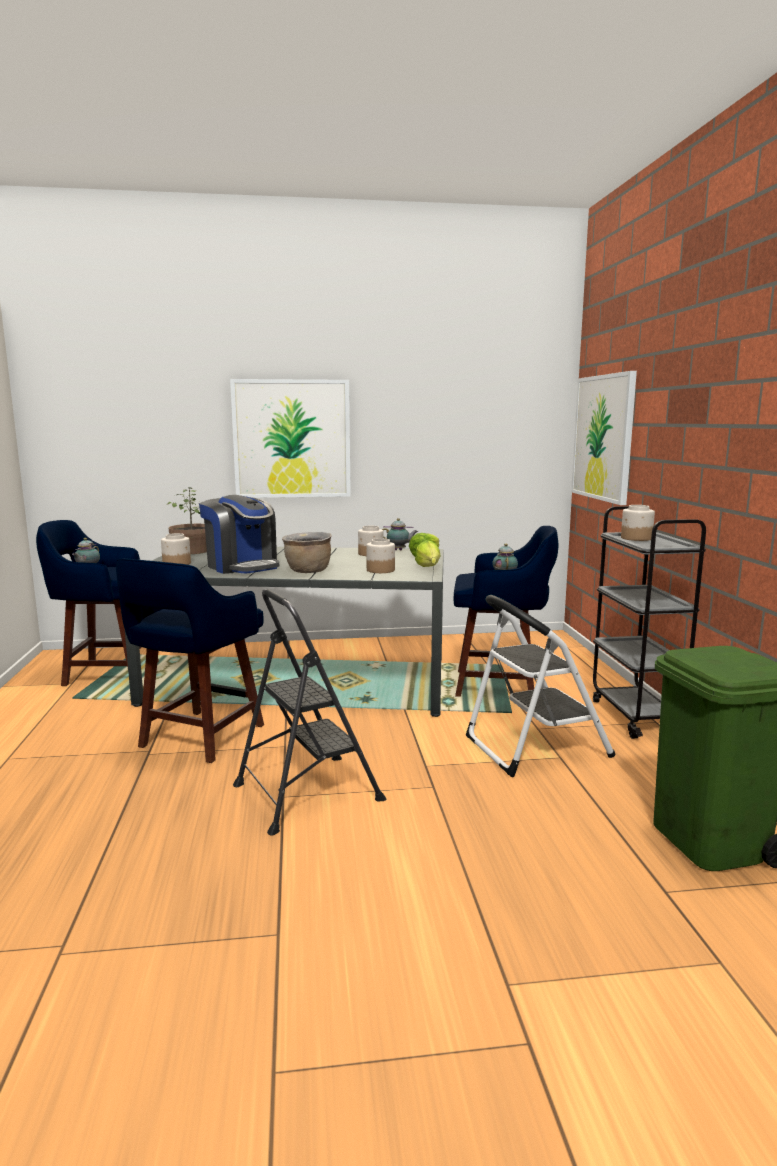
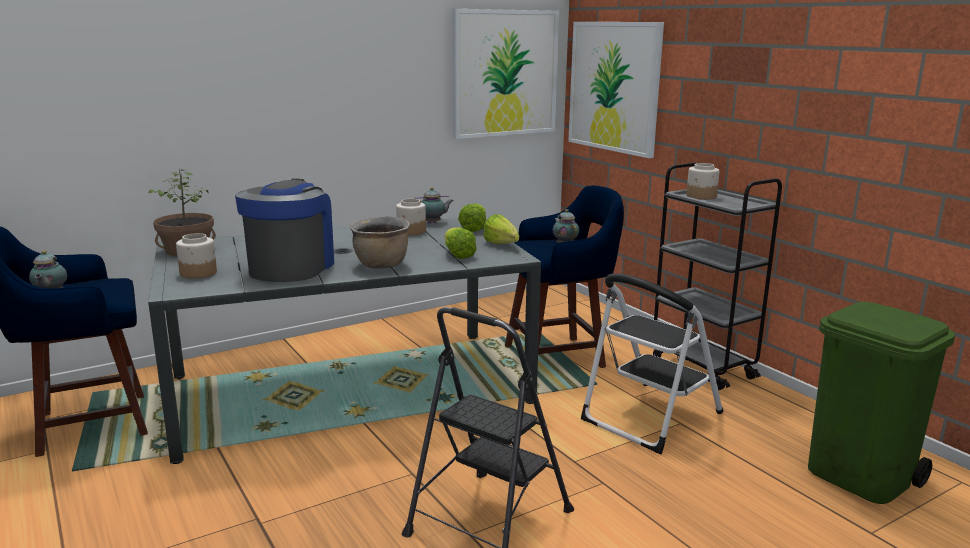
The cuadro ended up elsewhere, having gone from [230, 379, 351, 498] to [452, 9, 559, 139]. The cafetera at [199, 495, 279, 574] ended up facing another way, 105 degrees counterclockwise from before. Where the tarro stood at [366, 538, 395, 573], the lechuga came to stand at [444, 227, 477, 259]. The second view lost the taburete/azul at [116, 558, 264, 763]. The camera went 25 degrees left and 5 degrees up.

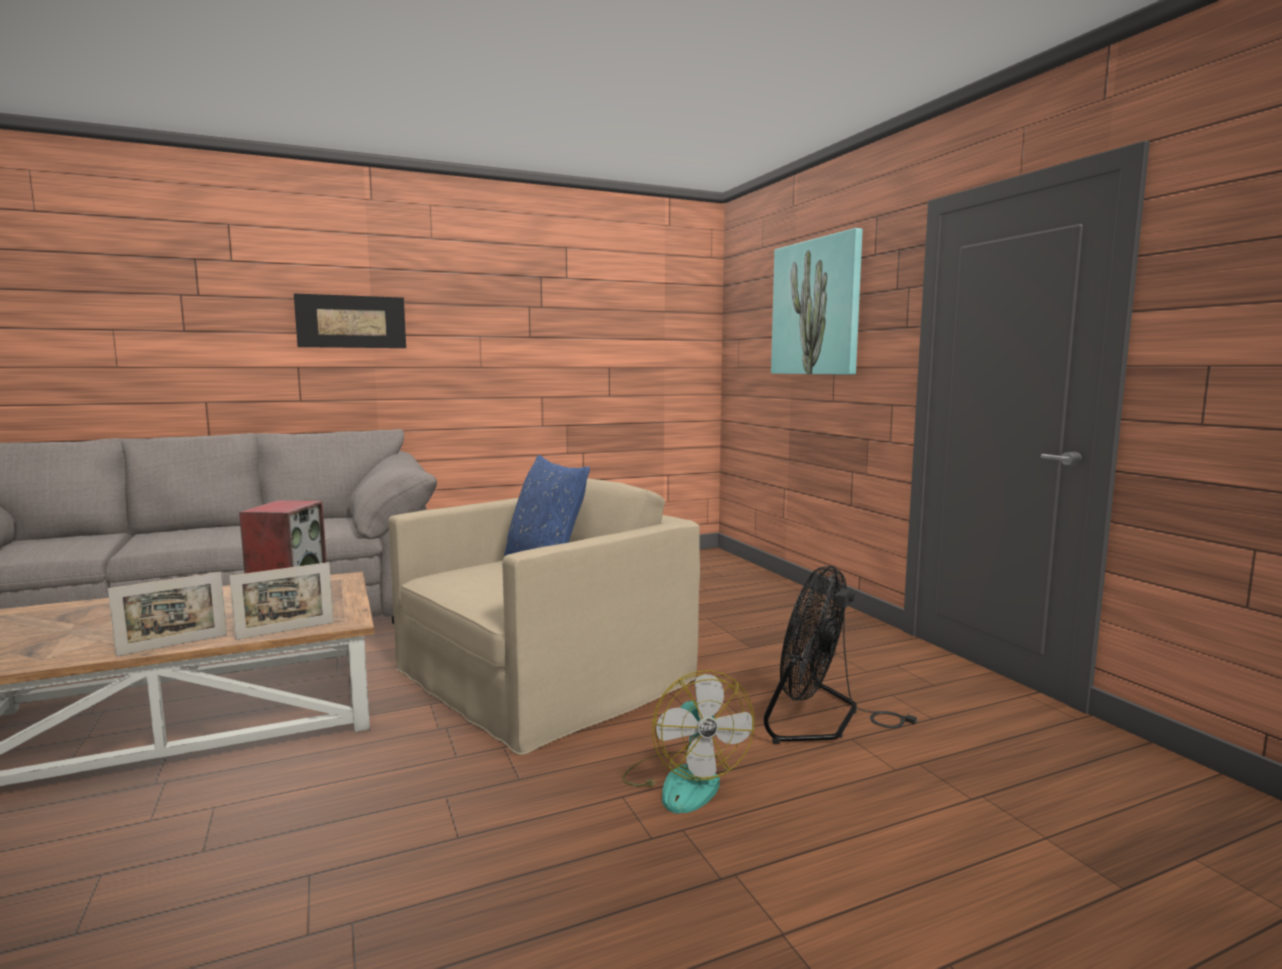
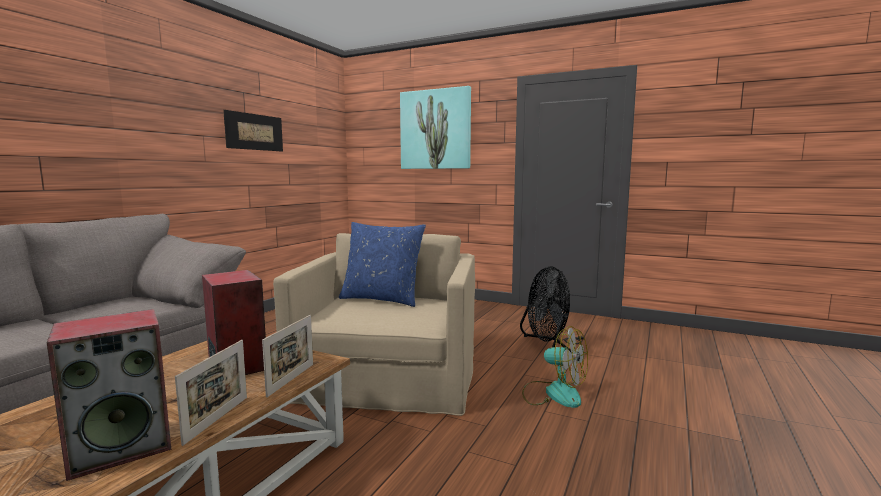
The cuadro ended up elsewhere, having gone from [294, 294, 406, 348] to [223, 110, 283, 151]. The second view gained the altavoz at [47, 309, 171, 481]. The camera went 40 degrees left and 0 degrees up.

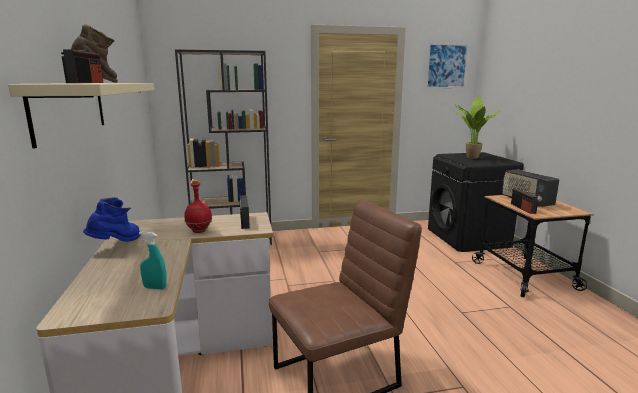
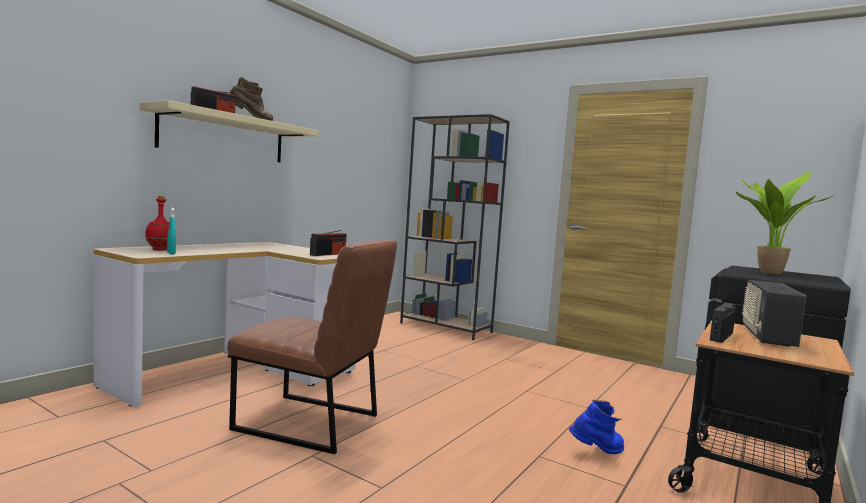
The second view lost the cuadro at [426, 43, 469, 88]. The botella/rojo ended up elsewhere, having gone from [184, 180, 212, 233] to [145, 196, 170, 251]. The bota/azul ended up elsewhere, having gone from [83, 197, 140, 242] to [569, 400, 624, 454]. The camera went 45 degrees right and 10 degrees down.

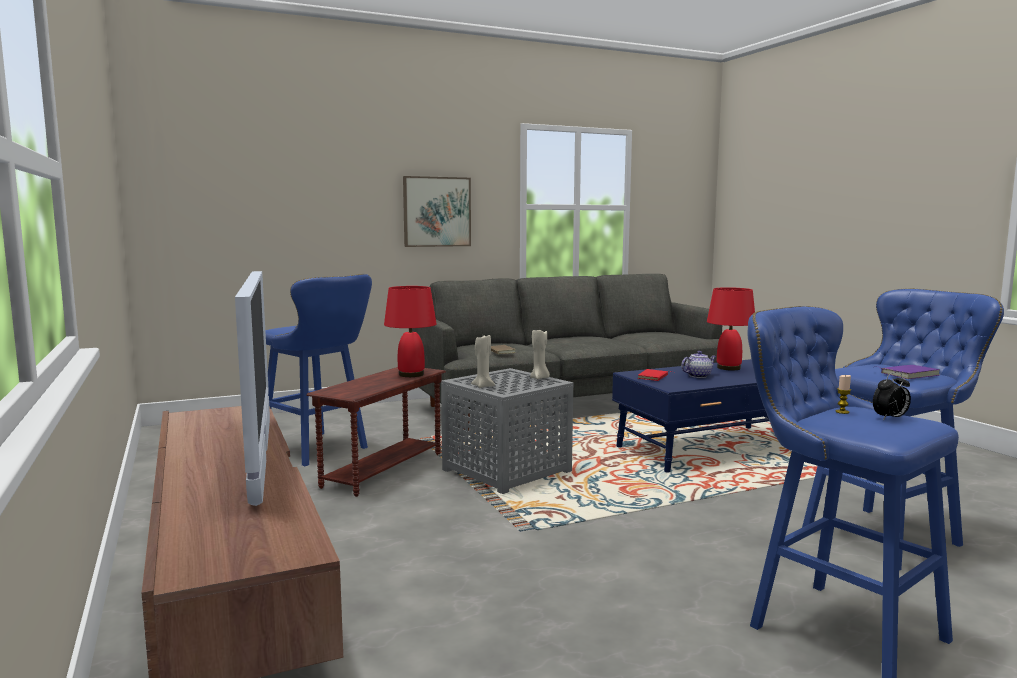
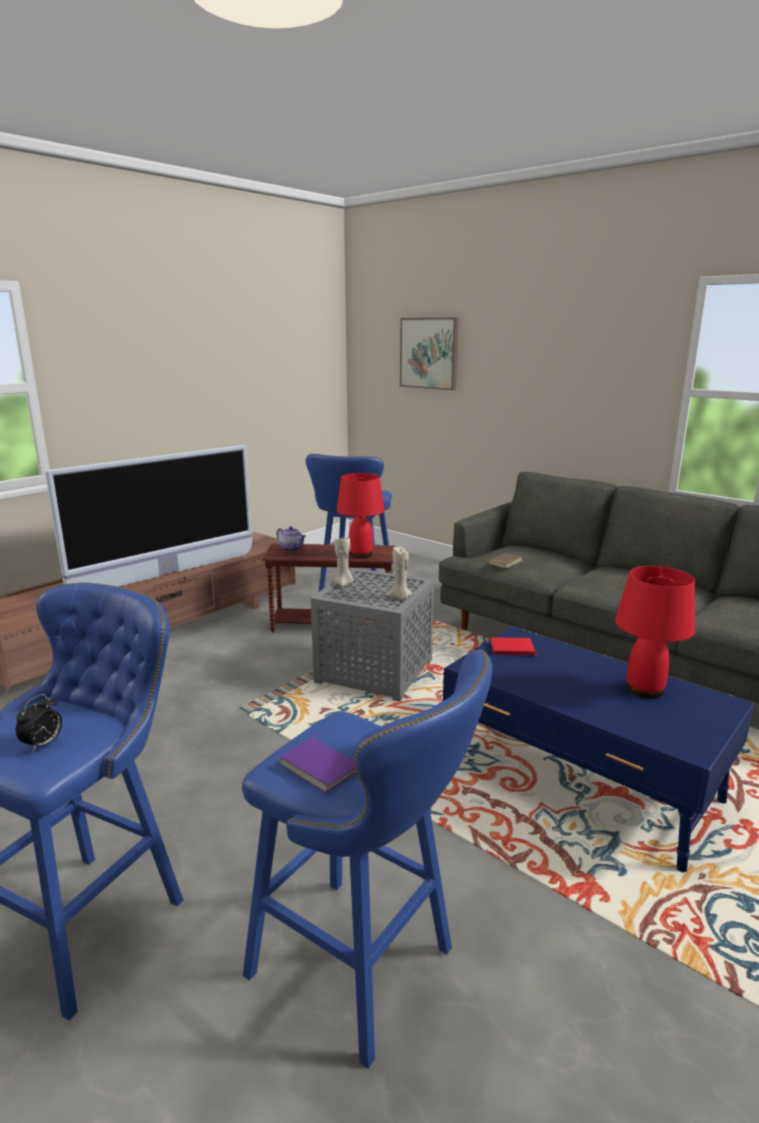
The cuadro ended up elsewhere, having gone from [403, 176, 471, 247] to [400, 318, 458, 390]. The tetera ended up elsewhere, having gone from [681, 351, 716, 378] to [276, 526, 306, 552]. The despertador at [873, 372, 911, 420] ended up facing another way, 105 degrees counterclockwise from before. The second view lost the vela at [836, 375, 851, 414]. The camera went 65 degrees right and 10 degrees up.

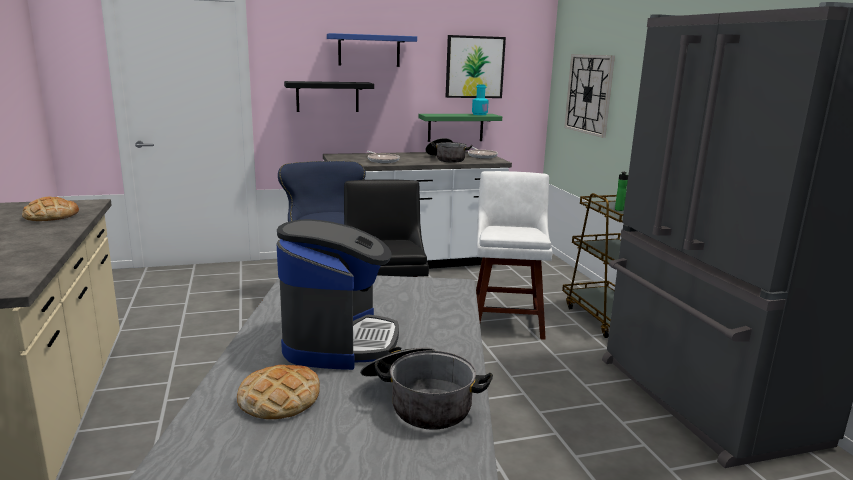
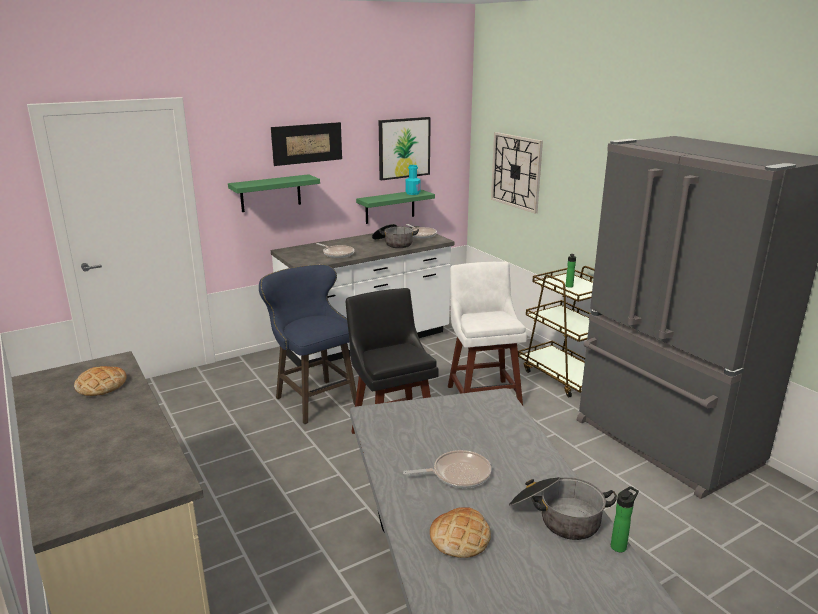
Where the estante/azul hung at [327, 33, 417, 67], the cuadro came to hang at [271, 122, 342, 166]. What was the estante/negro at [284, 81, 374, 112] turned into the estante/verde at [228, 174, 320, 212]. Where the cafetera stood at [277, 219, 399, 370], the sartén came to stand at [403, 450, 491, 488]. The second view gained the botella at [611, 486, 639, 553]. The camera went 15 degrees left and 5 degrees up.

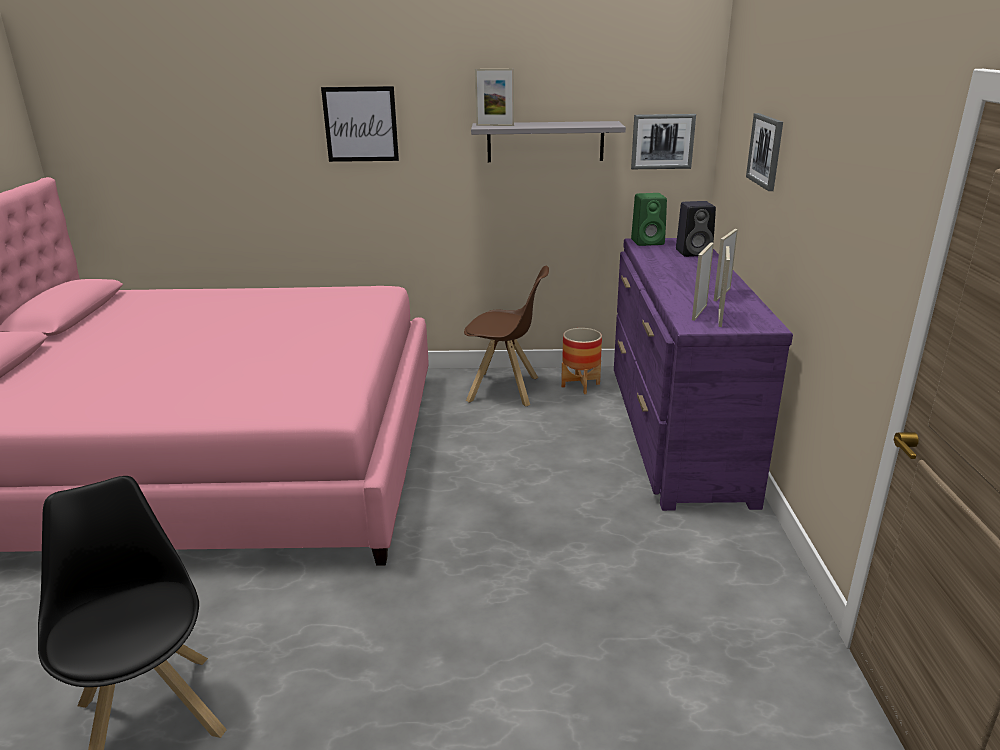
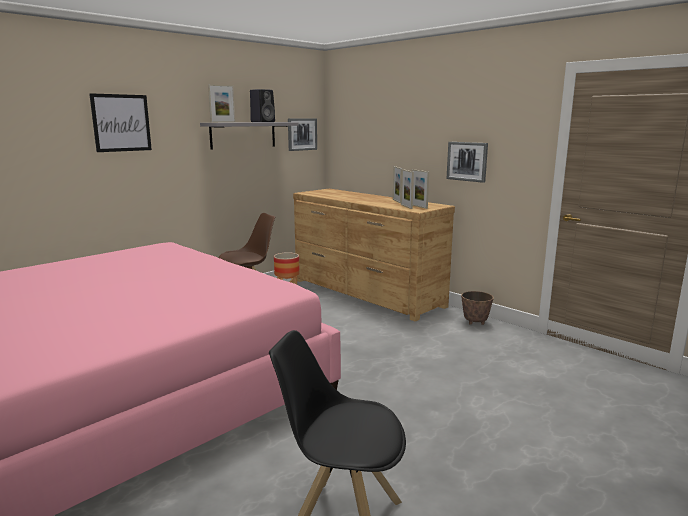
The cuadro ended up elsewhere, having gone from [746, 113, 783, 191] to [447, 142, 488, 183]. The second view lost the altavoz/verde at [631, 193, 667, 246]. The altavoz/negro ended up elsewhere, having gone from [676, 201, 716, 257] to [250, 89, 275, 122]. What was the cómoda/morado at [614, 238, 793, 511] turned into the cómoda/marrón at [293, 189, 455, 321]. The second view gained the maceta at [461, 291, 494, 325]. The camera went 45 degrees left and 10 degrees down.

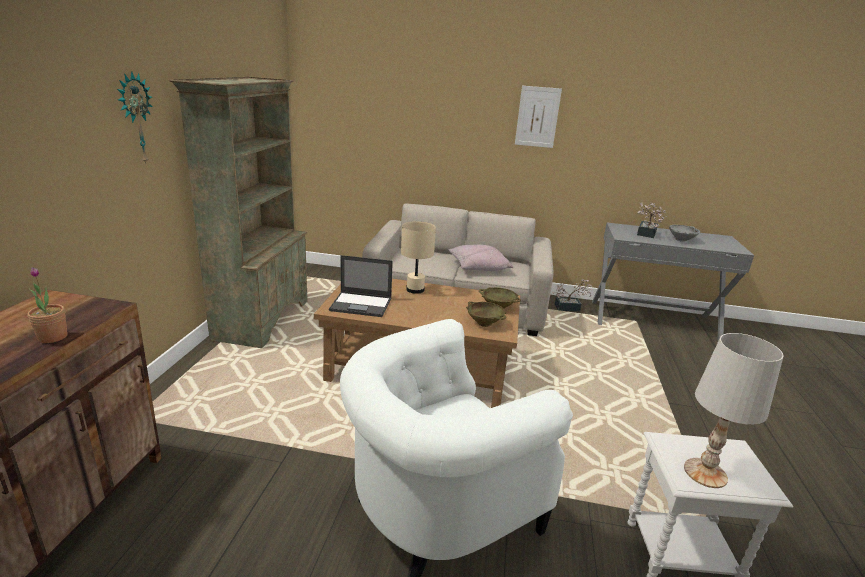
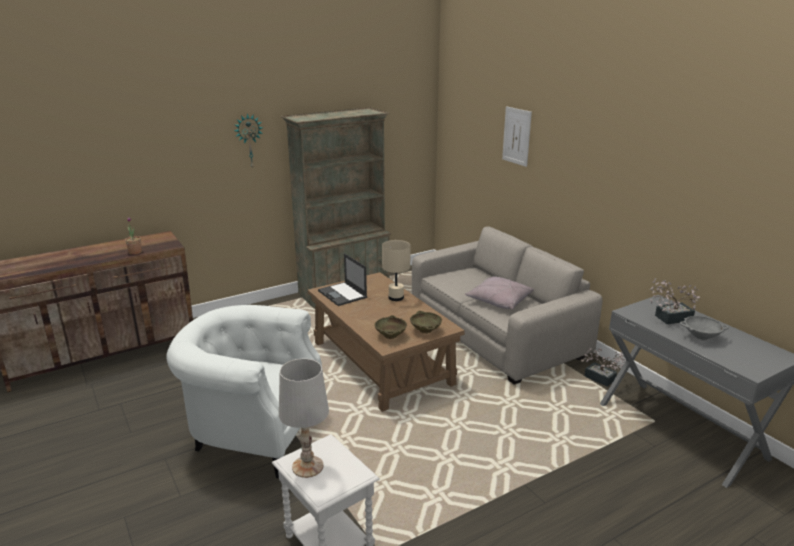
The cuadro ended up elsewhere, having gone from [515, 86, 562, 148] to [502, 106, 532, 167]. The camera went 50 degrees right and 0 degrees up.

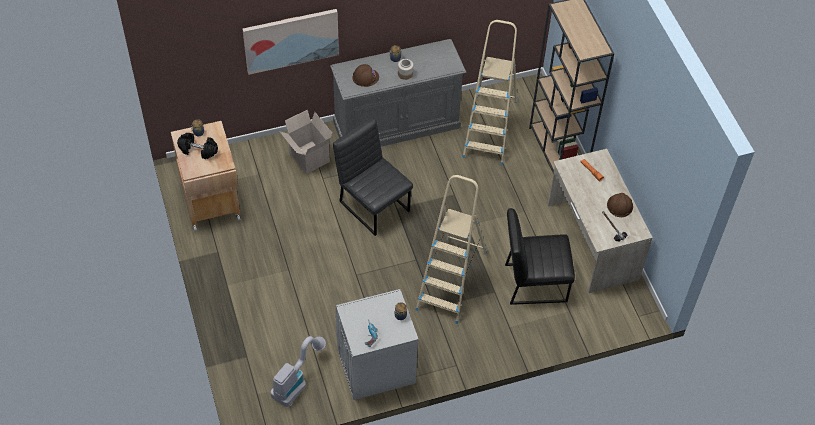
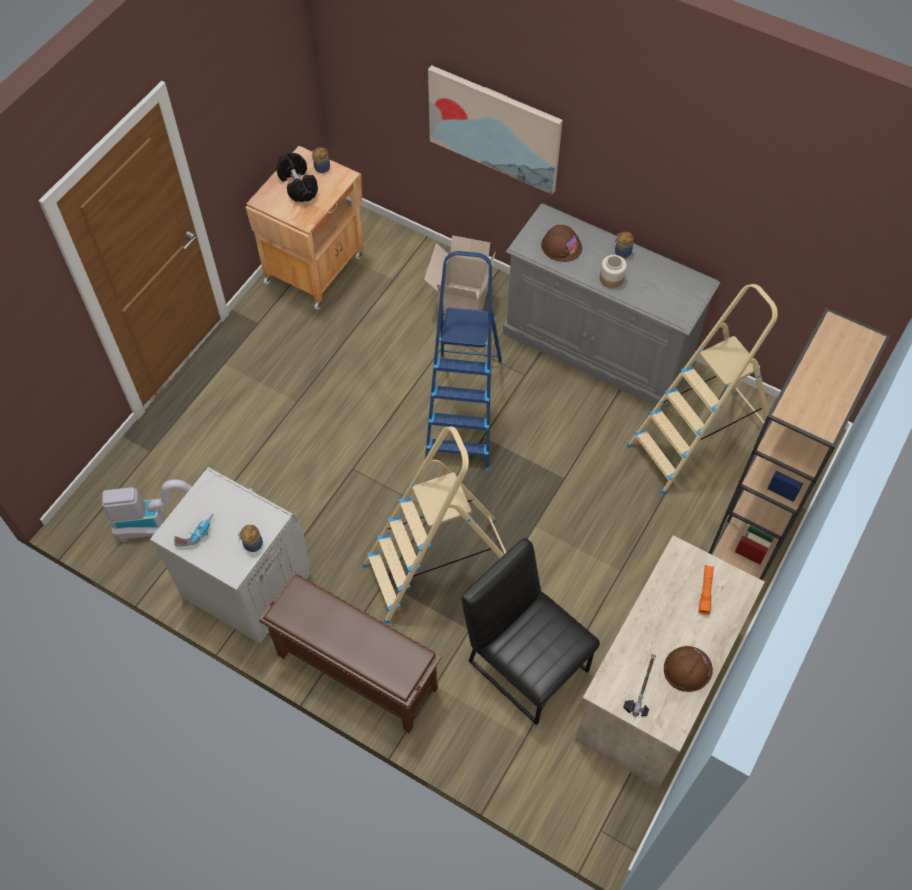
Where the silla/gris stood at [333, 117, 413, 236], the escalera de tijera/azul came to stand at [425, 251, 502, 471]. The second view gained the zapatero/marrón at [259, 572, 442, 733]. The camera went 50 degrees right and 5 degrees up.

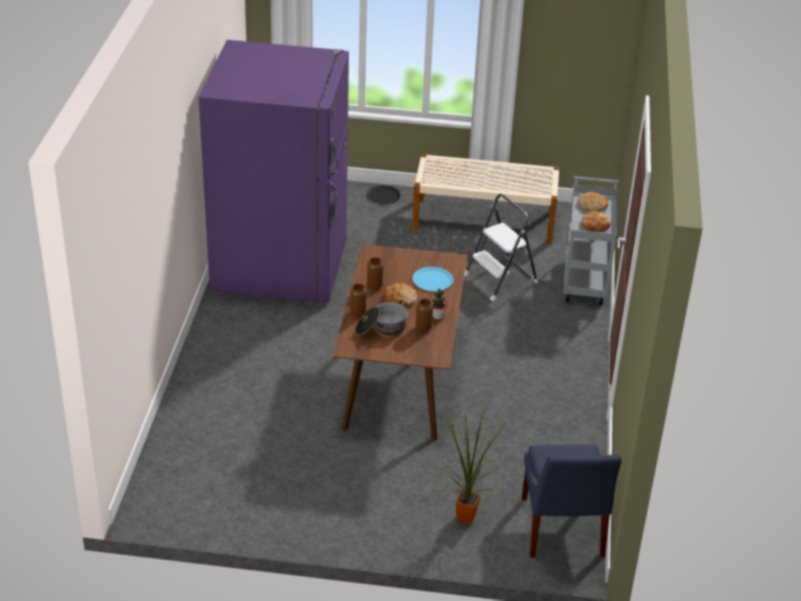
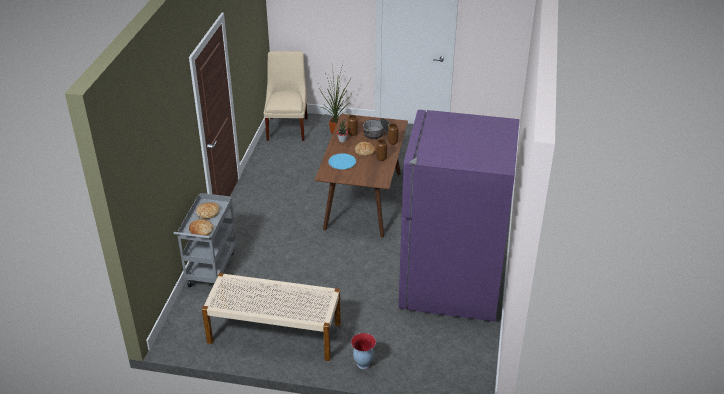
Where the plato/negro stood at [367, 185, 401, 204], the florero came to stand at [351, 333, 376, 369]. The second view lost the escalera de tijera/blanco at [464, 194, 538, 301]. What was the silla/azul at [522, 445, 622, 558] turned into the silla/beis at [264, 51, 308, 141]. The camera went 175 degrees left and 0 degrees up.

